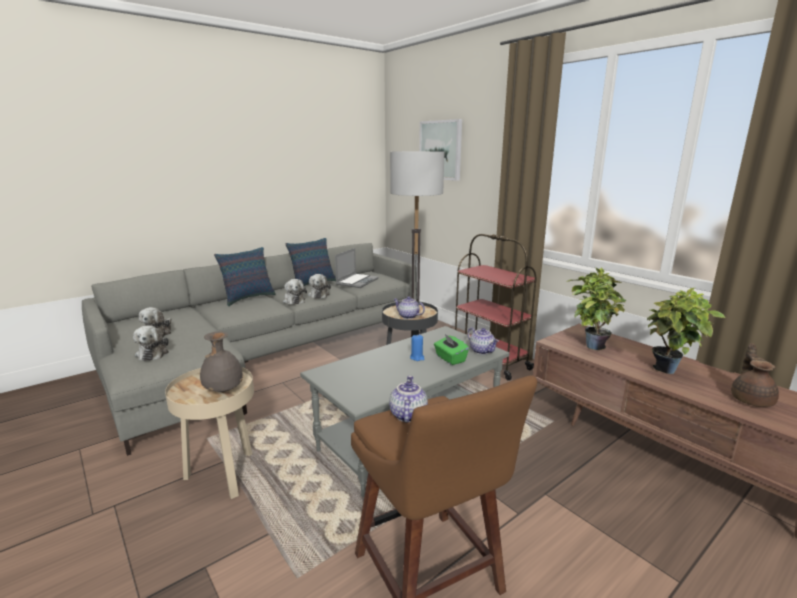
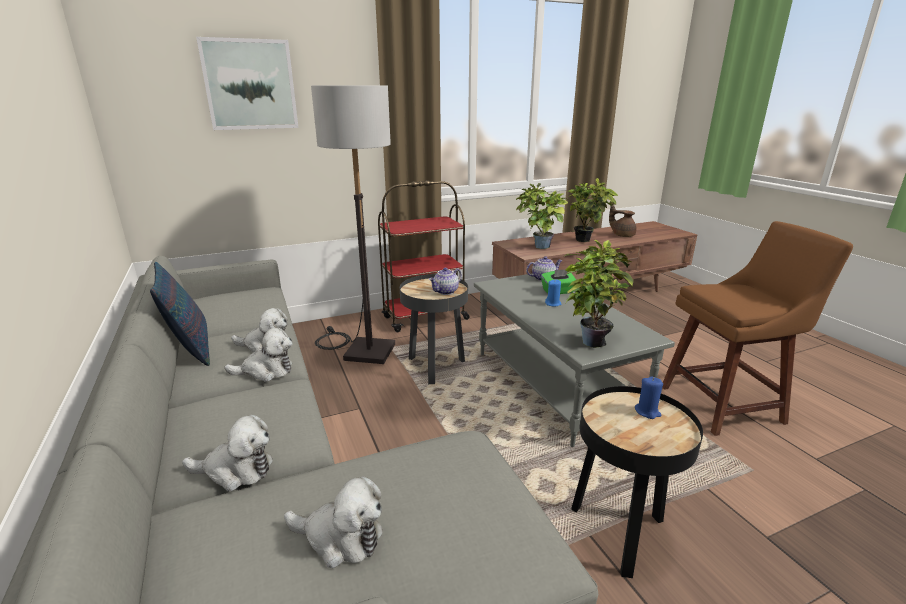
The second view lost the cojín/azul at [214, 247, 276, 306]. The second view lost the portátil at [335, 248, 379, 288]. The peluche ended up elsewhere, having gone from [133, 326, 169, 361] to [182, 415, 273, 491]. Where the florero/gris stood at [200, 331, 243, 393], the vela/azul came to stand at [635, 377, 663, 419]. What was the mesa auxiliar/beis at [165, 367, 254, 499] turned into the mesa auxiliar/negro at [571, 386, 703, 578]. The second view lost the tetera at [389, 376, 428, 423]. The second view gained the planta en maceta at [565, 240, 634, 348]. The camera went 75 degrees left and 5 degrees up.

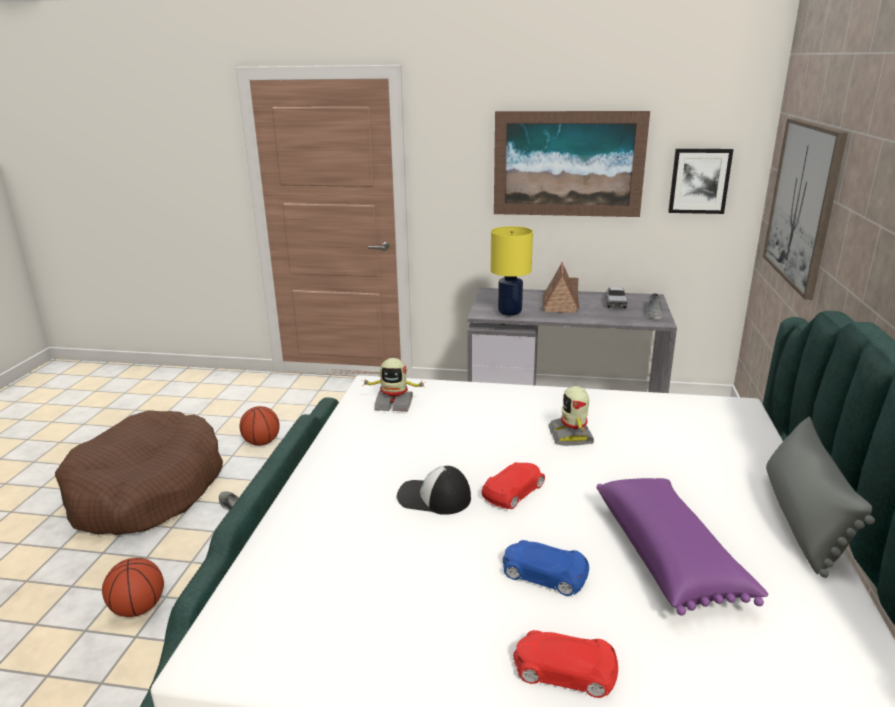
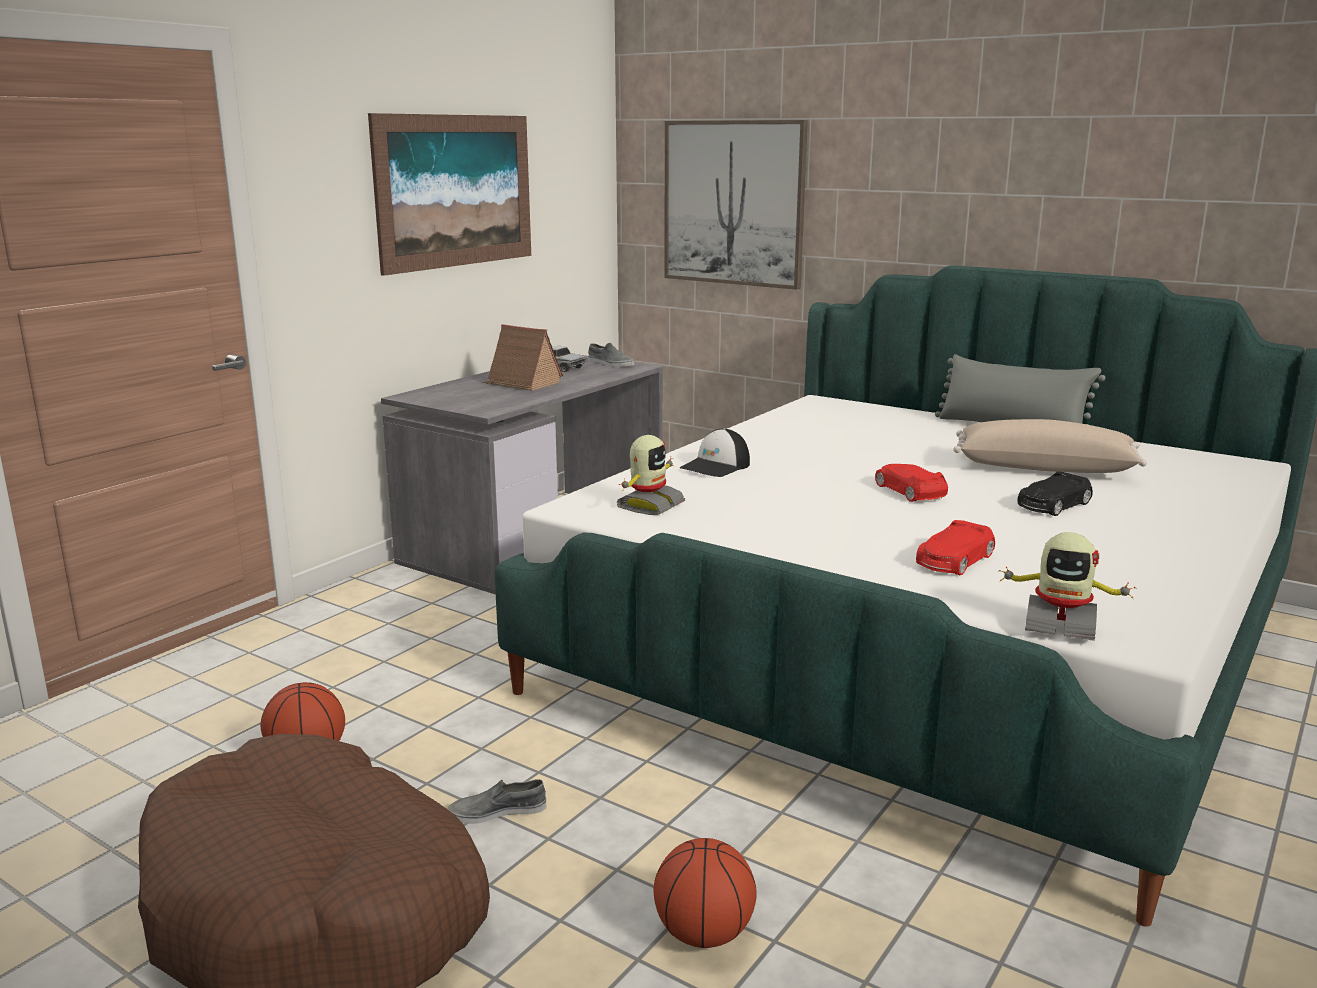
The second view lost the cuadro at [668, 149, 733, 214]. The second view lost the lámpara de mesa/amarillo at [491, 226, 533, 316]. The robot de juguete ended up elsewhere, having gone from [548, 386, 594, 446] to [999, 532, 1136, 641]. The gorra ended up elsewhere, having gone from [397, 466, 471, 515] to [680, 429, 750, 477]. What was the cojín/morado at [597, 478, 768, 616] turned into the cojín/beis at [954, 419, 1147, 473]. What was the coche de juguete/azul at [502, 540, 589, 596] turned into the coche de juguete/negro at [1017, 471, 1093, 516]. The coche de juguete/rojo ended up elsewhere, having gone from [513, 630, 618, 698] to [916, 520, 995, 575]. The camera went 65 degrees left and 5 degrees down.

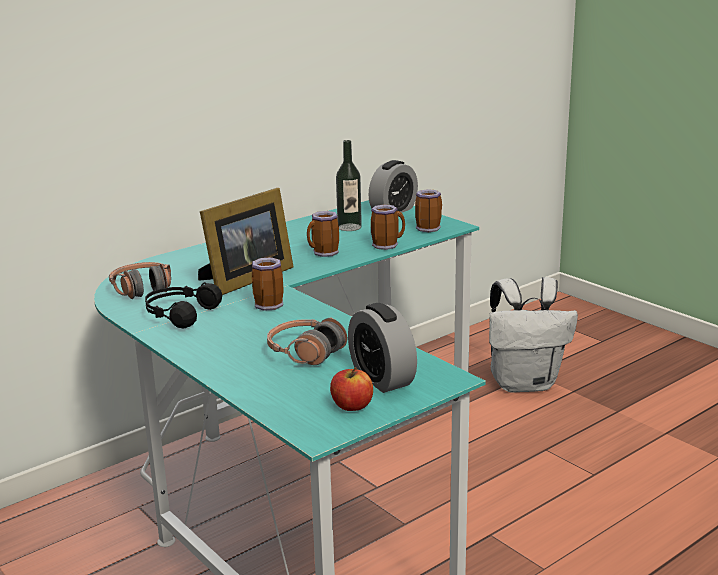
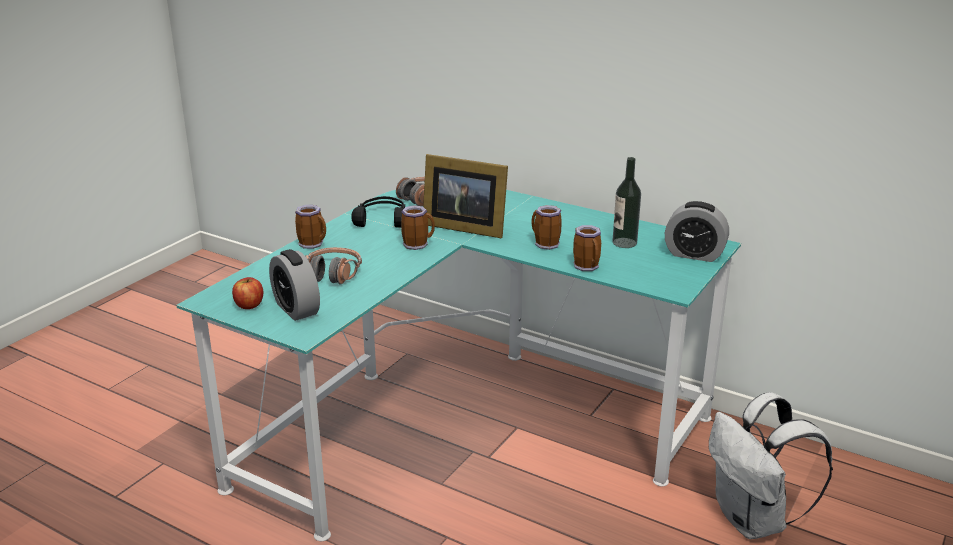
The taza grande ended up elsewhere, having gone from [415, 189, 442, 232] to [295, 205, 326, 249]. The despertador at [348, 303, 417, 393] ended up facing another way, 75 degrees counterclockwise from before. The camera went 70 degrees right and 5 degrees up.

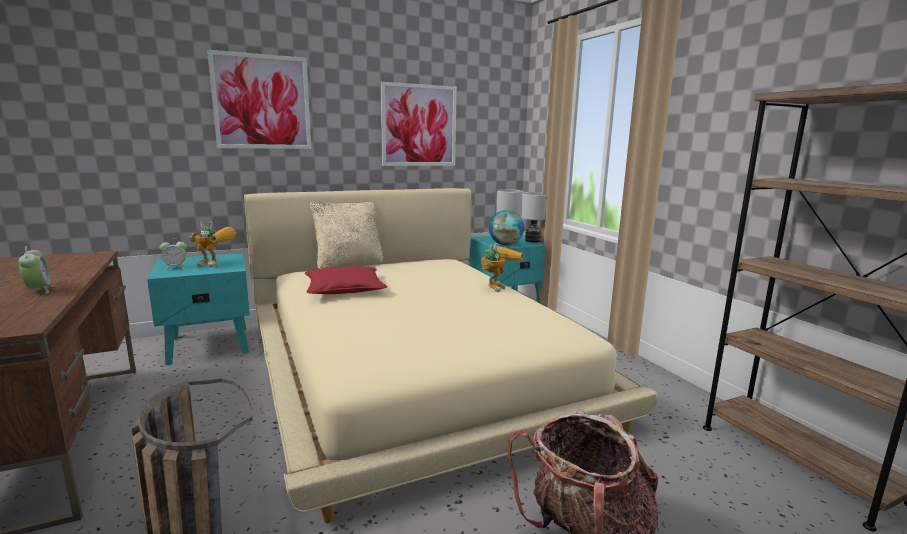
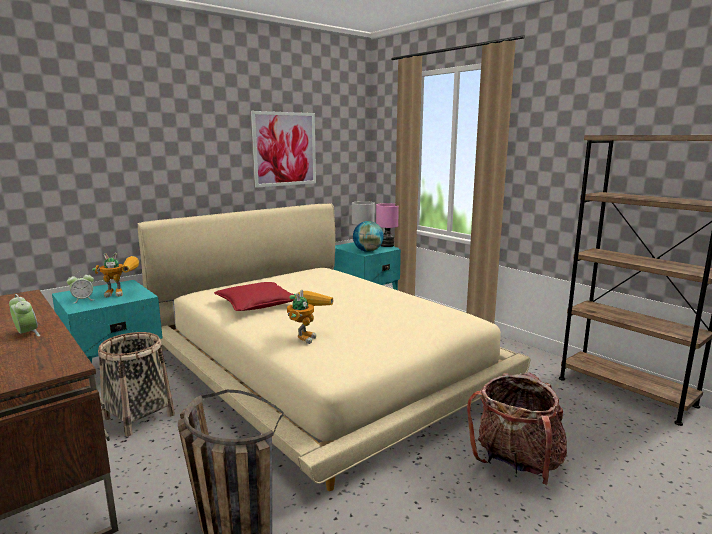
The second view lost the cuadro at [207, 50, 311, 149]. What was the lámpara de mesa/gris at [521, 192, 547, 242] turned into the lámpara de mesa/rosa at [376, 203, 399, 247]. The second view lost the cojín/beis at [310, 201, 383, 269]. The robot de juguete ended up elsewhere, having gone from [481, 243, 524, 292] to [287, 290, 333, 344]. The second view gained the cesta at [98, 332, 175, 436]. The camera went 15 degrees left and 0 degrees up.

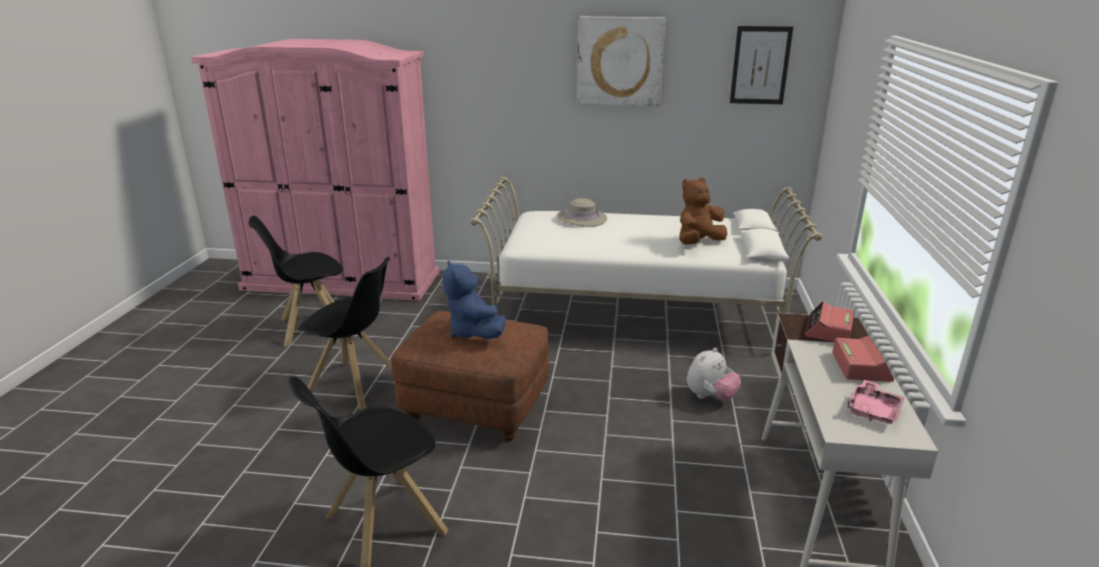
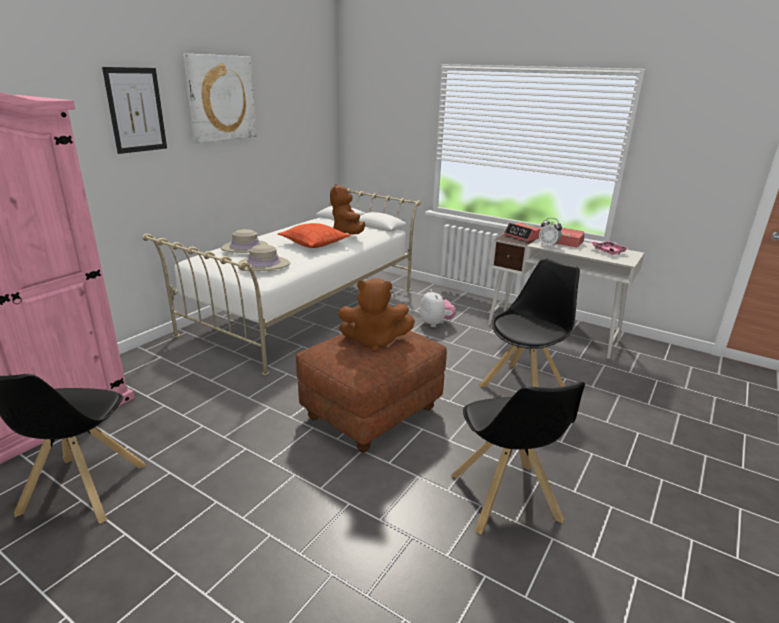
The cuadro ended up elsewhere, having gone from [730, 26, 793, 104] to [102, 67, 167, 154]. The silla/negro ended up elsewhere, having gone from [299, 257, 392, 410] to [480, 259, 580, 388]. What was the peluche/azul at [443, 261, 506, 339] turned into the peluche/marrón at [338, 278, 415, 352]. The second view gained the despertador at [539, 218, 562, 247]. The second view gained the cojín/naranja at [278, 223, 351, 248]. The second view gained the sombrero/beis at [238, 245, 290, 271]. The camera went 65 degrees left and 0 degrees up.

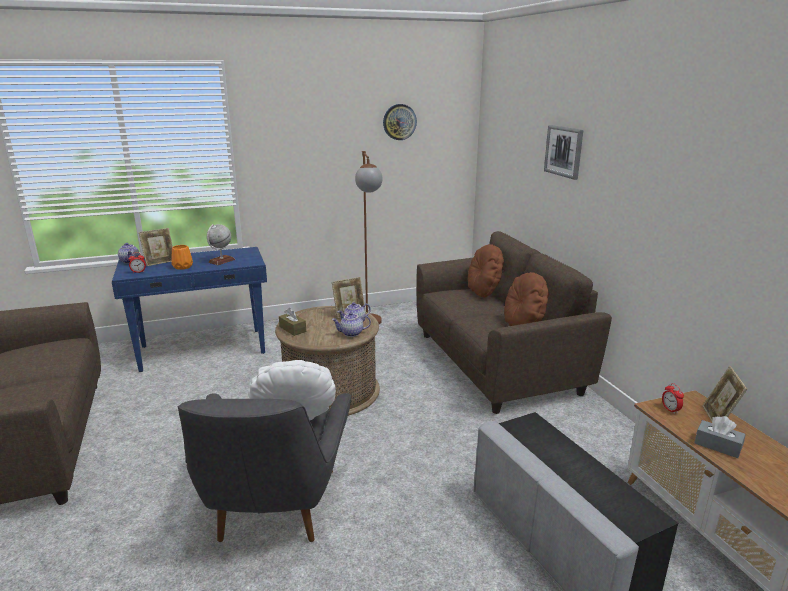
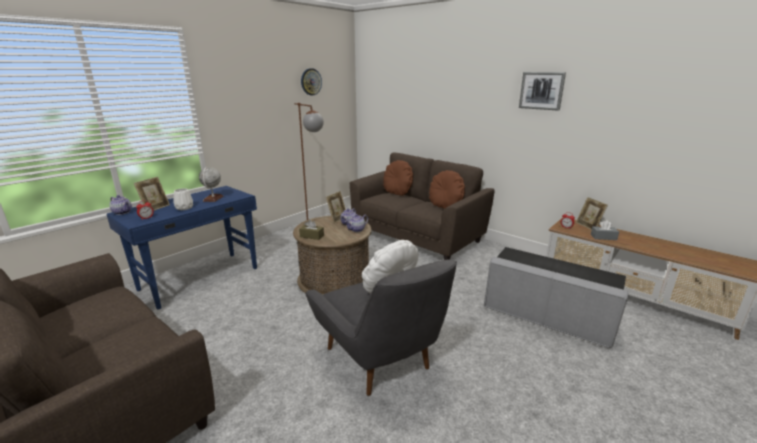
The cuadro ended up elsewhere, having gone from [544, 125, 583, 180] to [519, 72, 566, 111]. What was the florero/naranja at [172, 245, 193, 270] turned into the florero/blanco at [174, 188, 193, 210]. The camera went 30 degrees left and 0 degrees up.

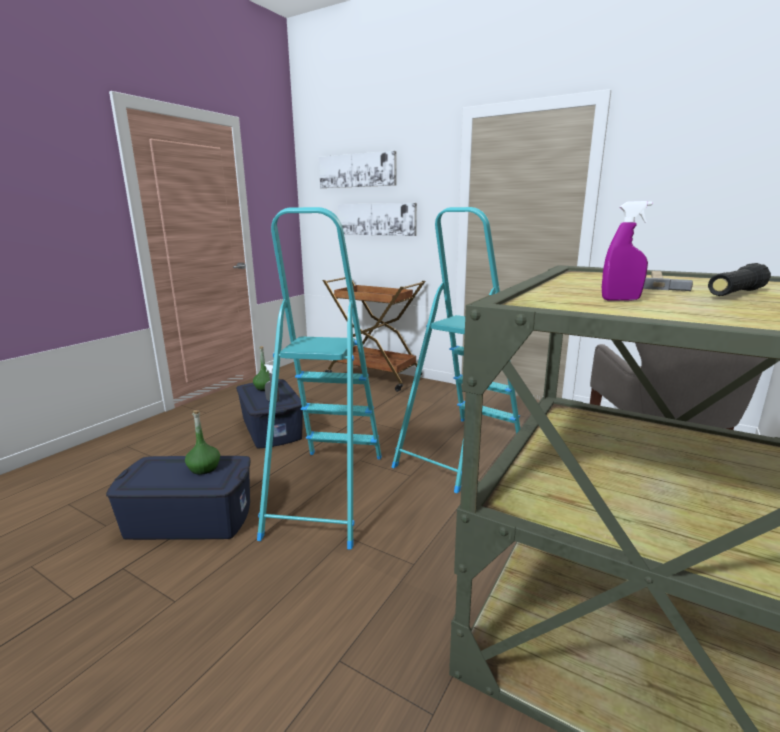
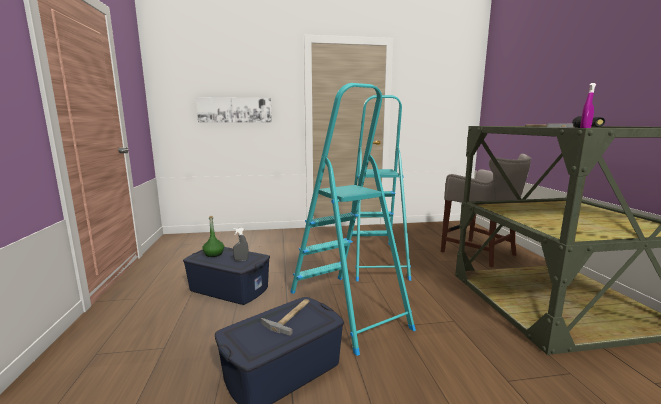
The second view lost the cuadro at [319, 151, 396, 188]. The second view lost the carrito/marrón at [323, 277, 426, 392]. Where the botella/verde stood at [185, 410, 220, 475], the martillo came to stand at [261, 299, 309, 336]. The camera went 40 degrees left and 5 degrees down.

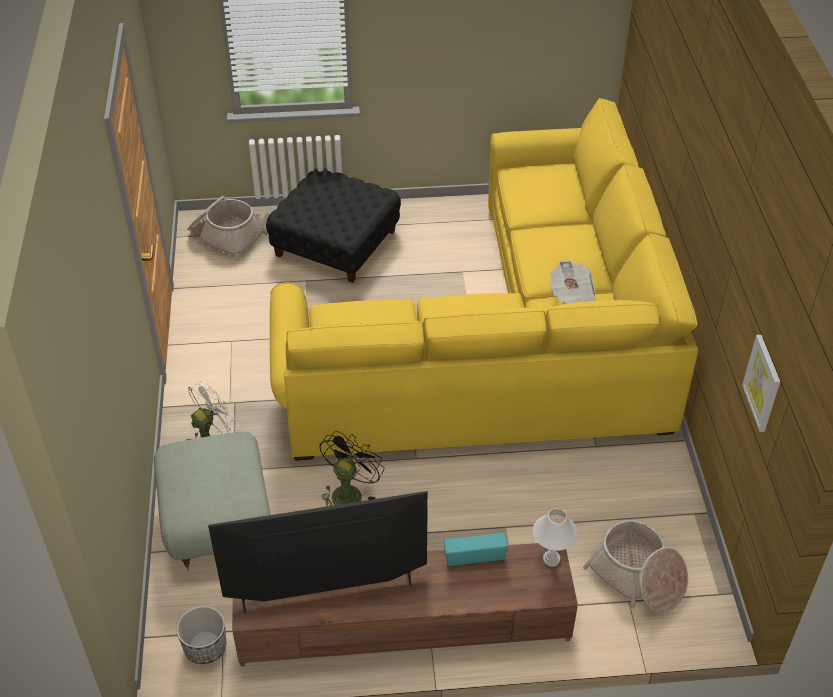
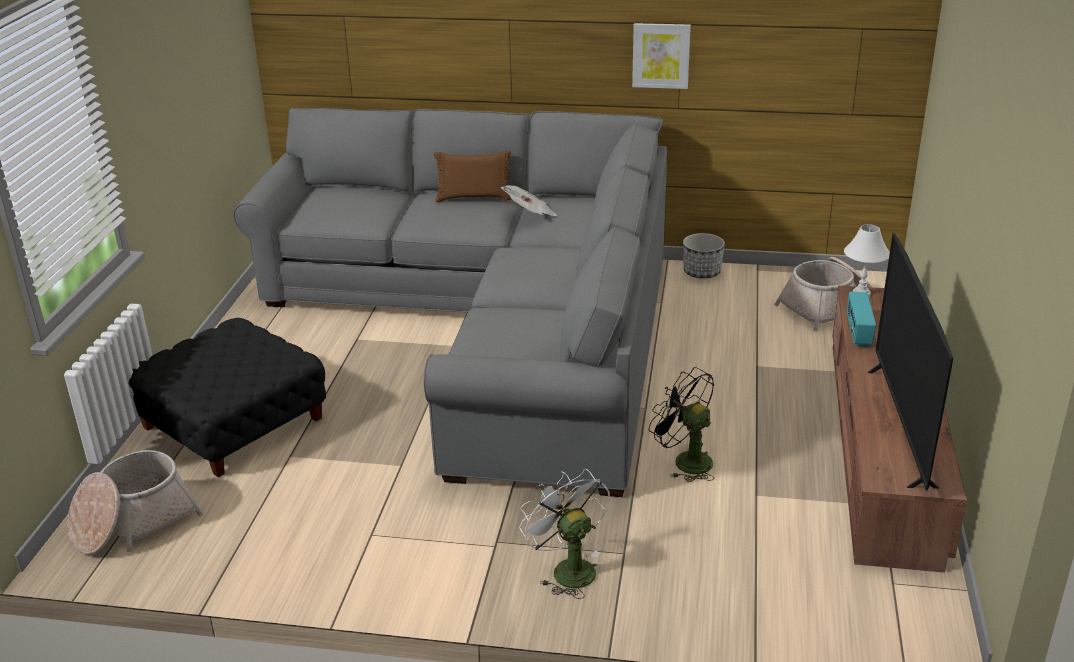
What was the sofá/amarillo at [270, 98, 698, 460] turned into the sofá/gris at [233, 108, 667, 497]. The cuadro ended up elsewhere, having gone from [742, 335, 780, 432] to [632, 23, 691, 89]. The second view lost the puf/gris at [154, 432, 271, 571]. The maceta ended up elsewhere, having gone from [176, 606, 226, 664] to [683, 233, 725, 279]. The second view gained the cojín/marrón at [433, 150, 511, 203]. The camera went 75 degrees left and 15 degrees down.

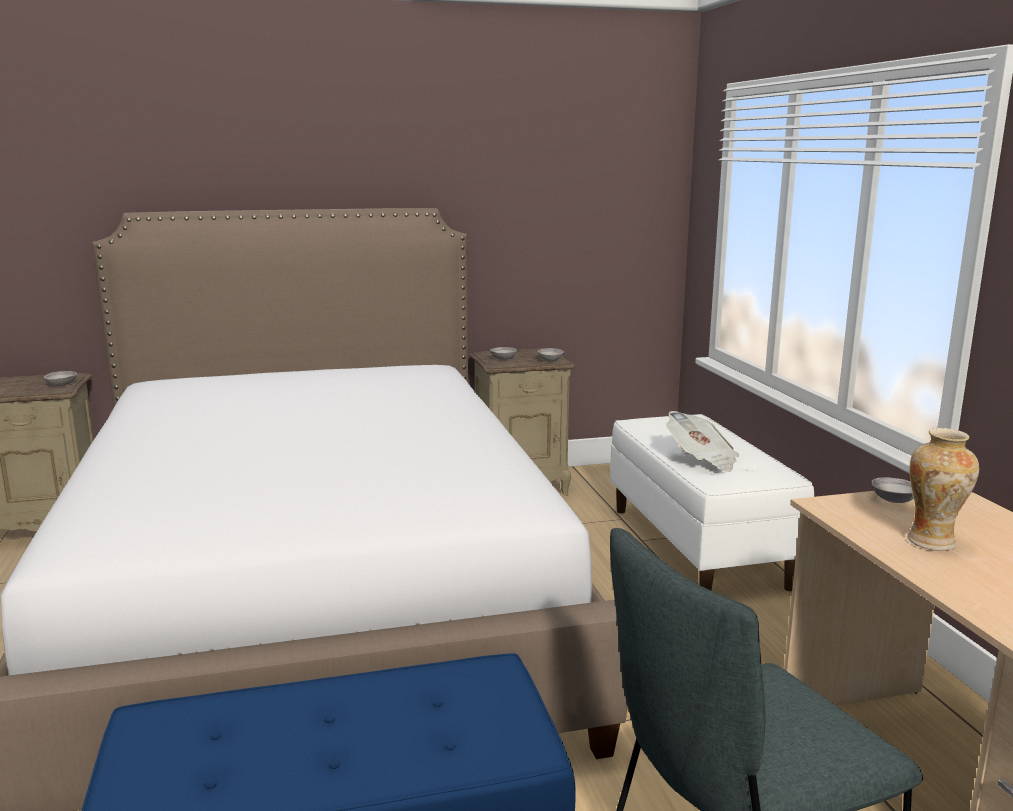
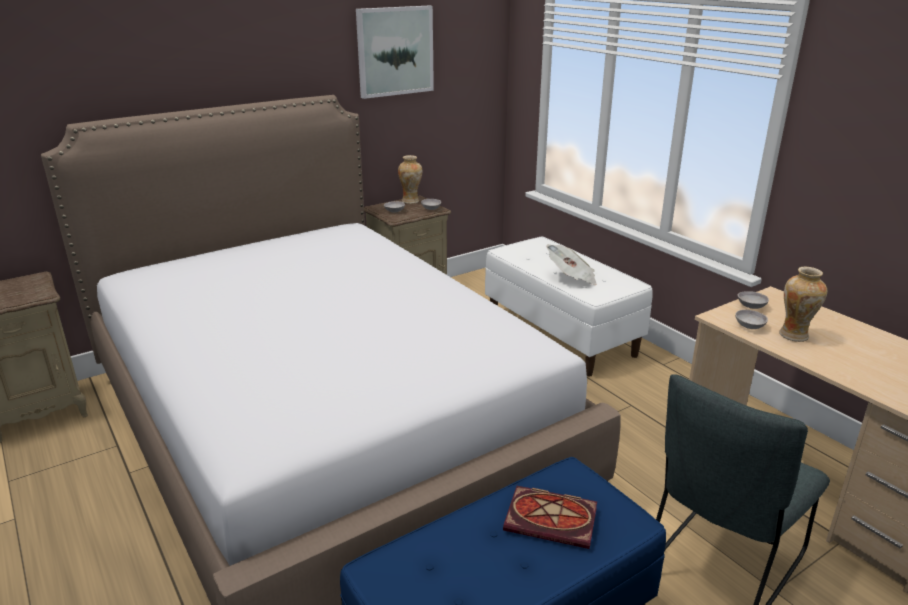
The cuenco/gris ended up elsewhere, having gone from [44, 371, 77, 386] to [735, 310, 768, 329]. The second view gained the cuadro at [356, 6, 434, 99]. The second view gained the florero at [398, 155, 422, 204]. The second view gained the libro at [503, 486, 597, 549]. The camera went 20 degrees left and 10 degrees up.

